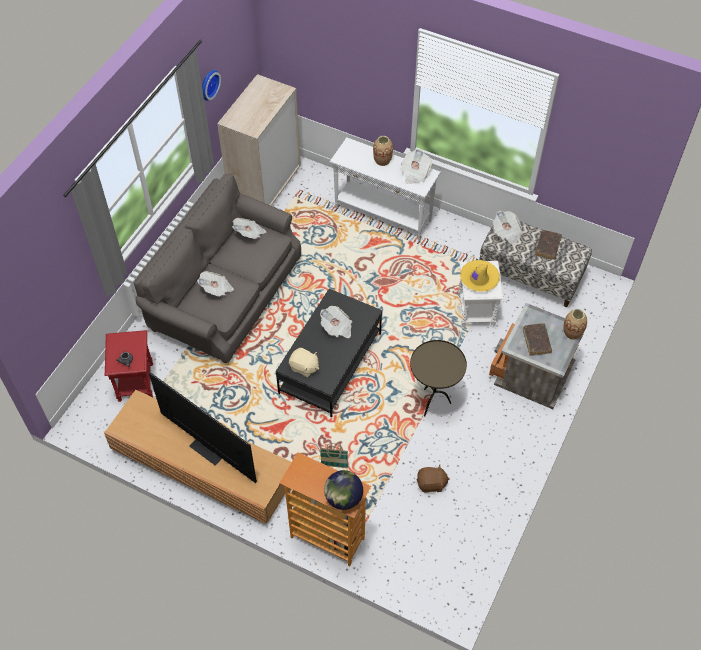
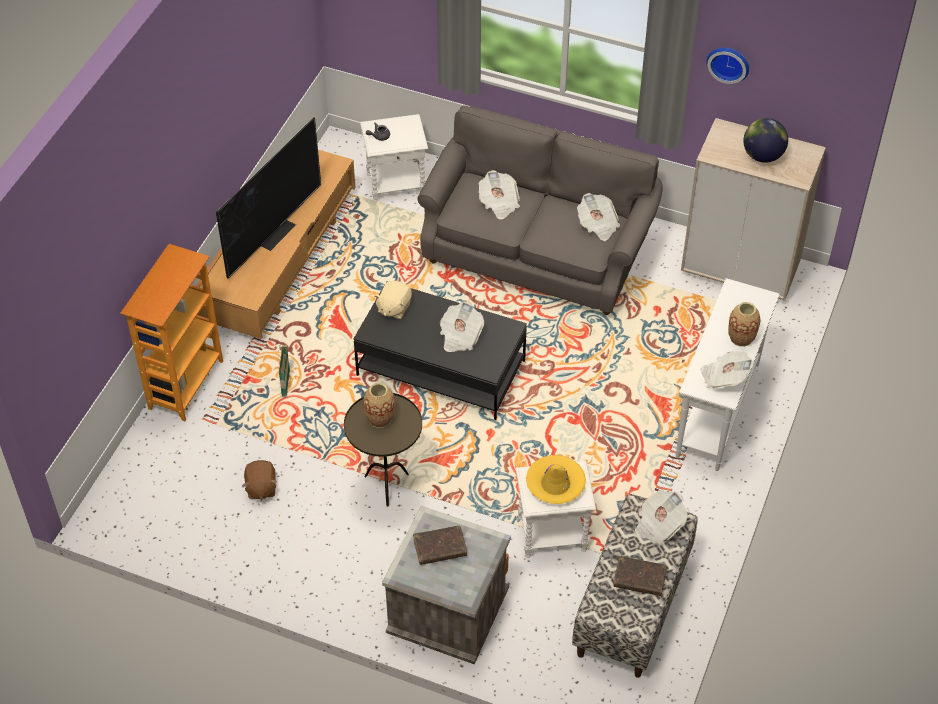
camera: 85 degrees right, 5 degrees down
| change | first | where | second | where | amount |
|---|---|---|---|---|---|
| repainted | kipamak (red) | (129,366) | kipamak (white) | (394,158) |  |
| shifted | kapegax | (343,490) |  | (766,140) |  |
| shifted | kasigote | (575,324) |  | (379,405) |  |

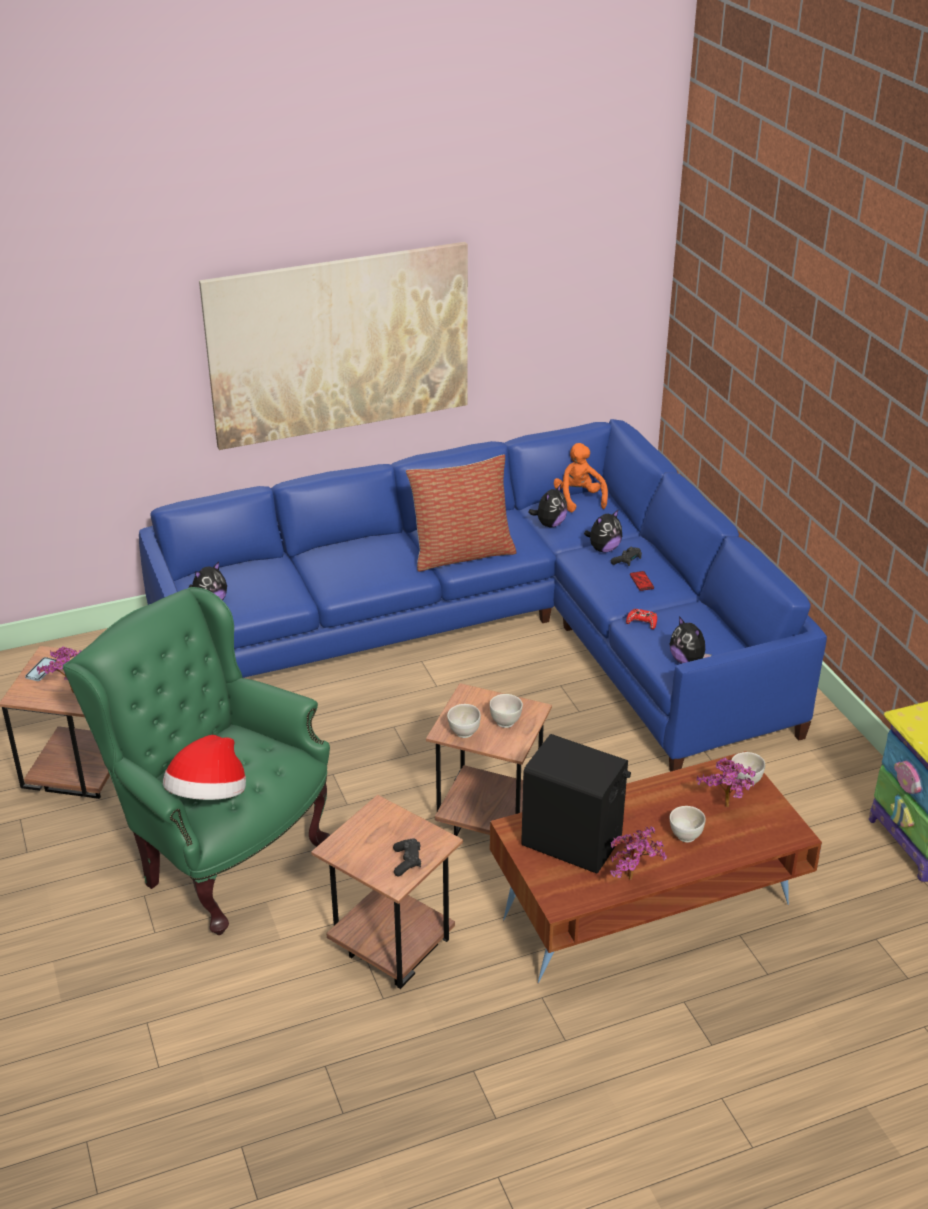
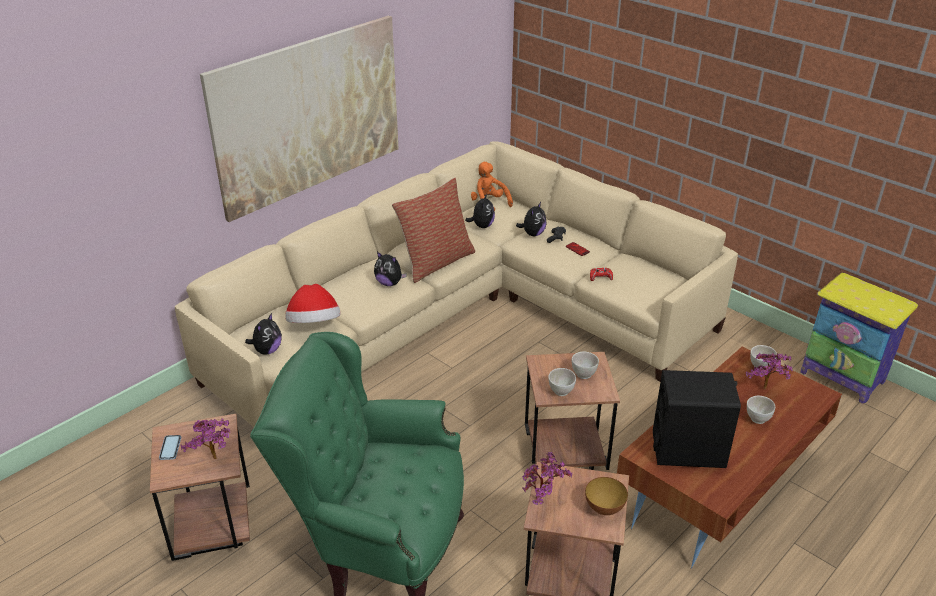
camera: 25 degrees left, 0 degrees up
| change | first | where | second | where | amount |
|---|---|---|---|---|---|
| repainted | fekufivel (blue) | (483,595) | fekufivel (beige) | (456,284) |  |
| shifted | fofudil | (204,767) |  | (313,303) |  |
| swapped | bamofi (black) | (407,857) | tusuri | (606,496) |  |
| shifted | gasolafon | (638,853) |  | (547,478) |  |
| shifted | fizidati | (691,640) |  | (390,269) |  |

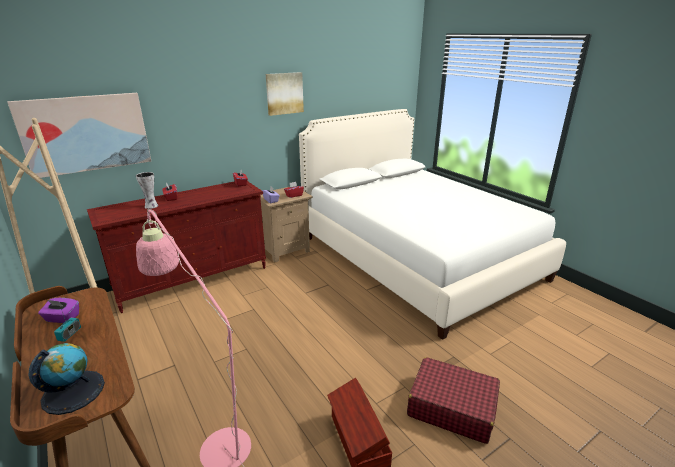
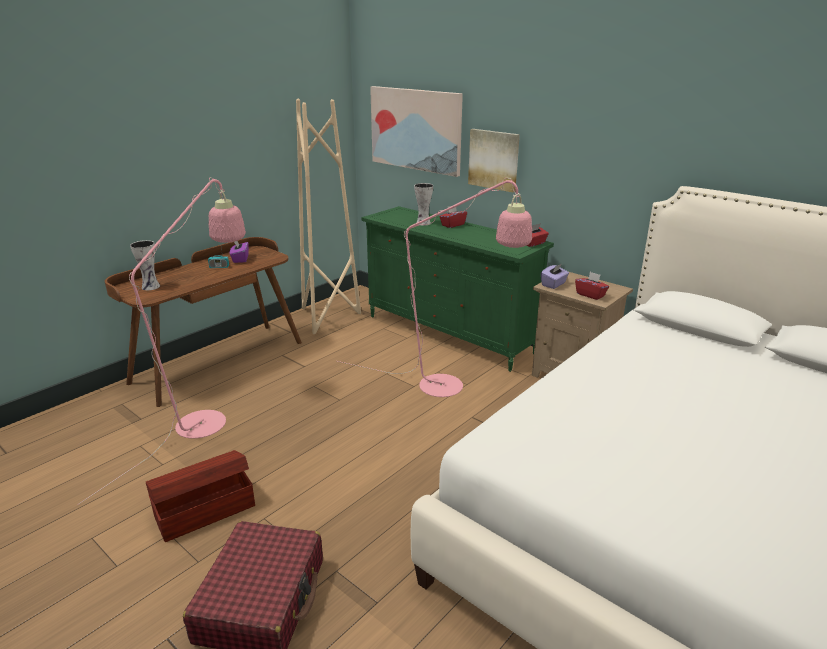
camera: 75 degrees right, 0 degrees up
| change | first | where | second | where | amount |
|---|---|---|---|---|---|
| swapped | kapegax | (67,379) | kasigote | (145,265) |  |
| repainted | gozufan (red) | (176,247) | gozufan (green) | (457,289) |  |
| shifted | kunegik | (285,94) |  | (494,160) |  |
| new |  |  | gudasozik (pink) | (434,287) |  |

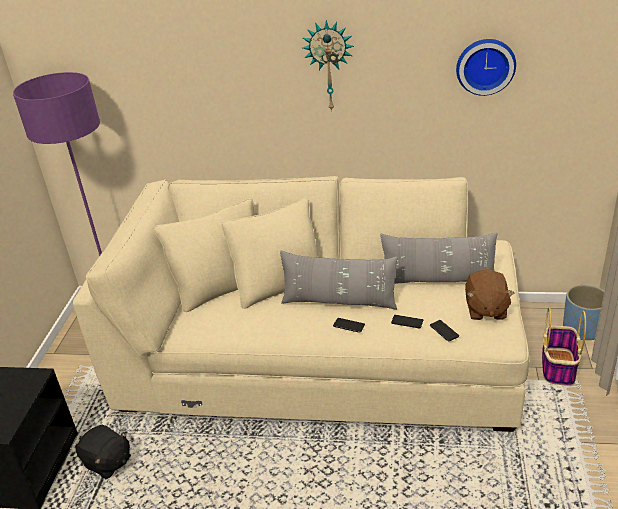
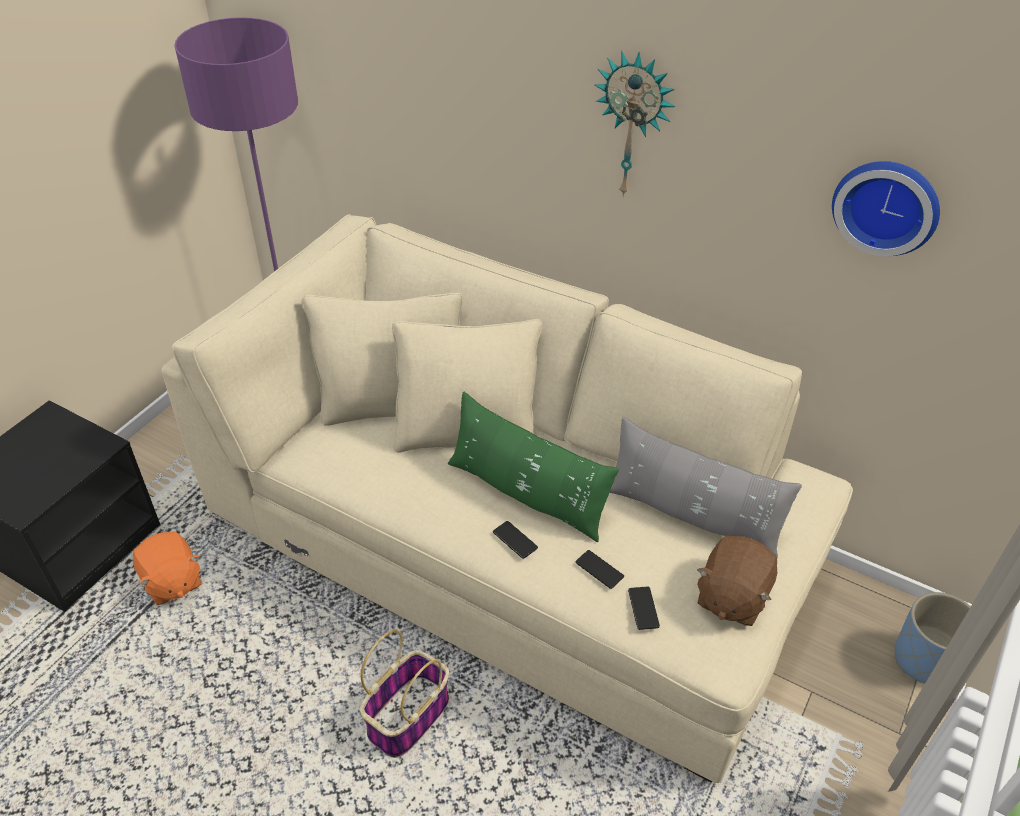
camera: 20 degrees right, 10 degrees up
| change | first | where | second | where | amount |
|---|---|---|---|---|---|
| repainted | fizidati (black) | (103,452) | fizidati (orange) | (167,568) |  |
| repainted | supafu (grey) | (338,280) | supafu (green) | (533,466) |  |
| shifted | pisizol | (564,346) |  | (404,693) |  |

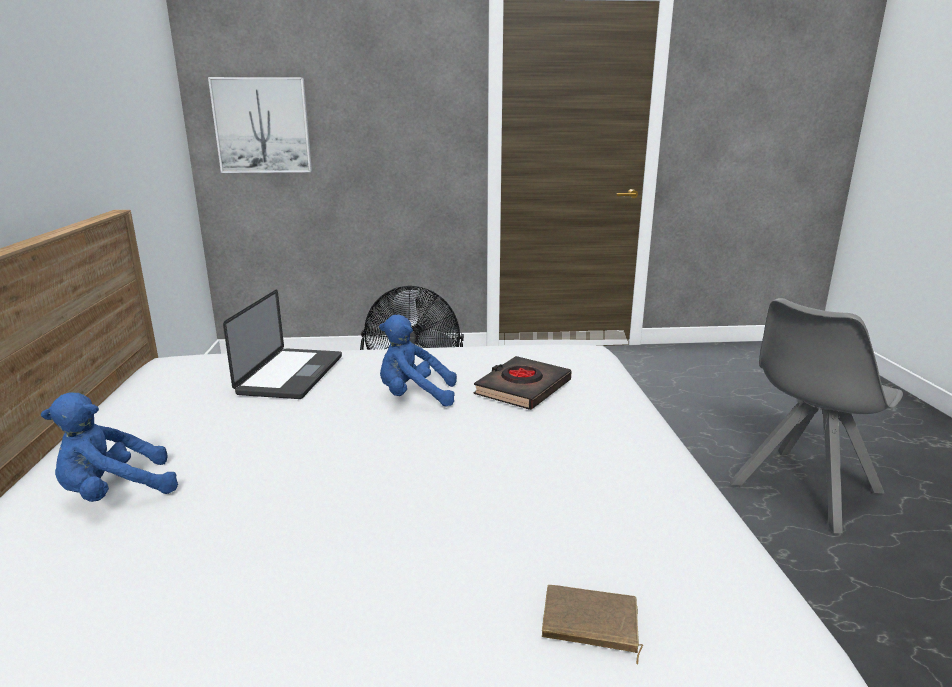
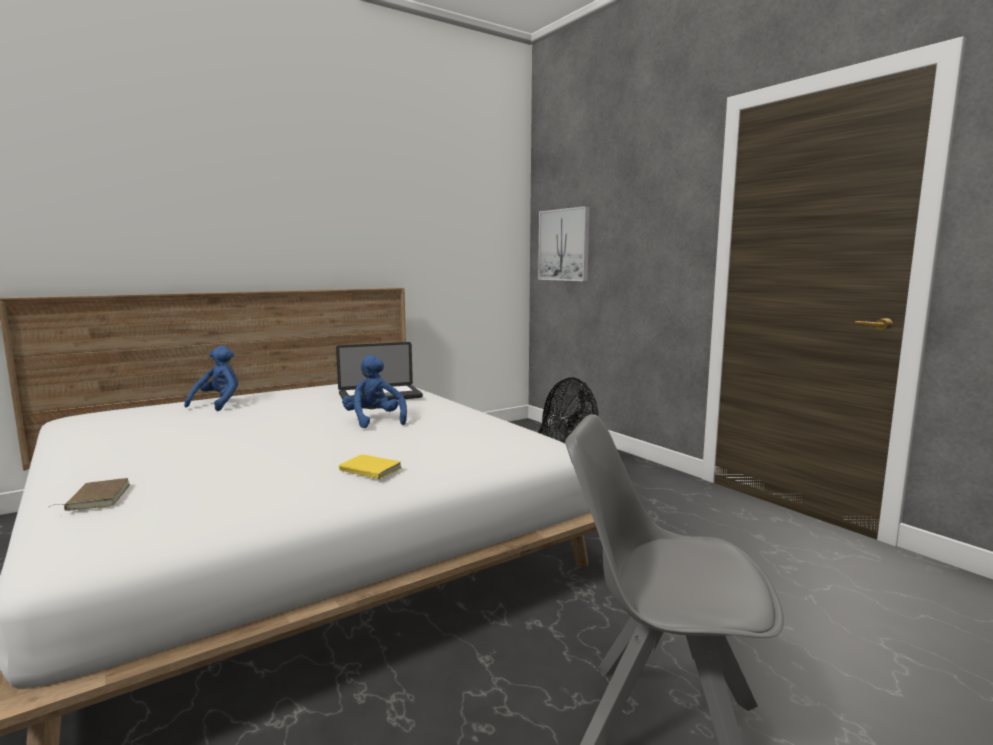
camera: 60 degrees right, 10 degrees down
| change | first | where | second | where | amount |
|---|---|---|---|---|---|
| rotated | fizidati (blue) | (109,447) |  | (211,378) | 75 degrees clockwise |
| gone | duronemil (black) | (522,383) |  |  |  |
| new |  |  | duronemil (yellow) | (370,466) |  |

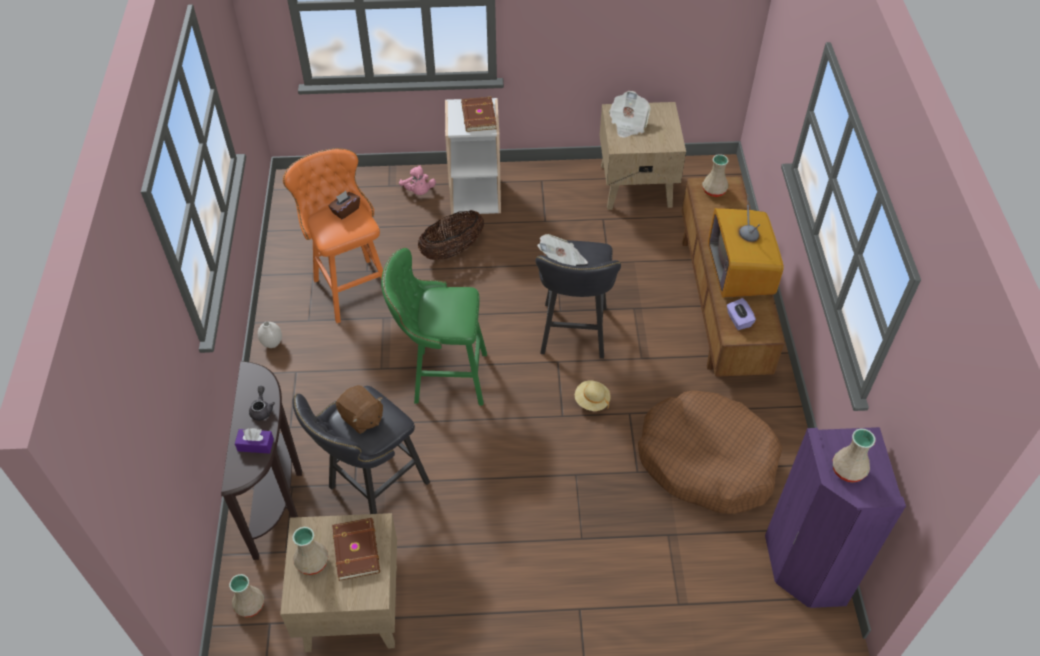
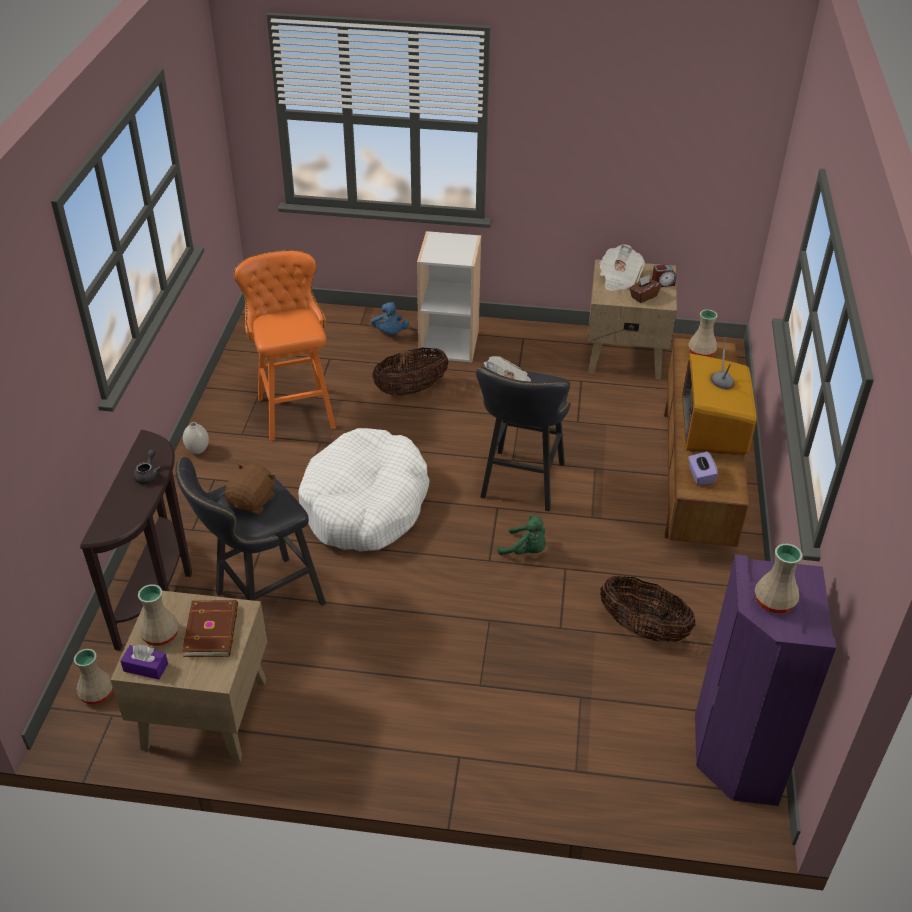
camera: 10 degrees right, 10 degrees down
| change | first | where | second | where | amount |
|---|---|---|---|---|---|
| shifted | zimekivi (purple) | (254,441) |  | (144,662) |  |
| shifted | zimekivi (brown) | (344,205) |  | (645,289) |  |
| rotated | fizidati (brown) | (359,409) |  | (250,488) | 120 degrees counterclockwise |
| swapped | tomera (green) | (434,327) | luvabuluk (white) | (364,490) |  |
| repainted | fizidati (pink) | (417,180) | fizidati (blue) | (390,318) |  |
| gone | duronemil (brown) | (479,114) |  |  |  |
| swapped | fofudil (beige) | (593,396) | fizidati (green) | (522,535) |  |
| swapped | luvabuluk (brown) | (710,452) | pisizol | (648,609) |  |
| new |  |  | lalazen | (664,275) |  |

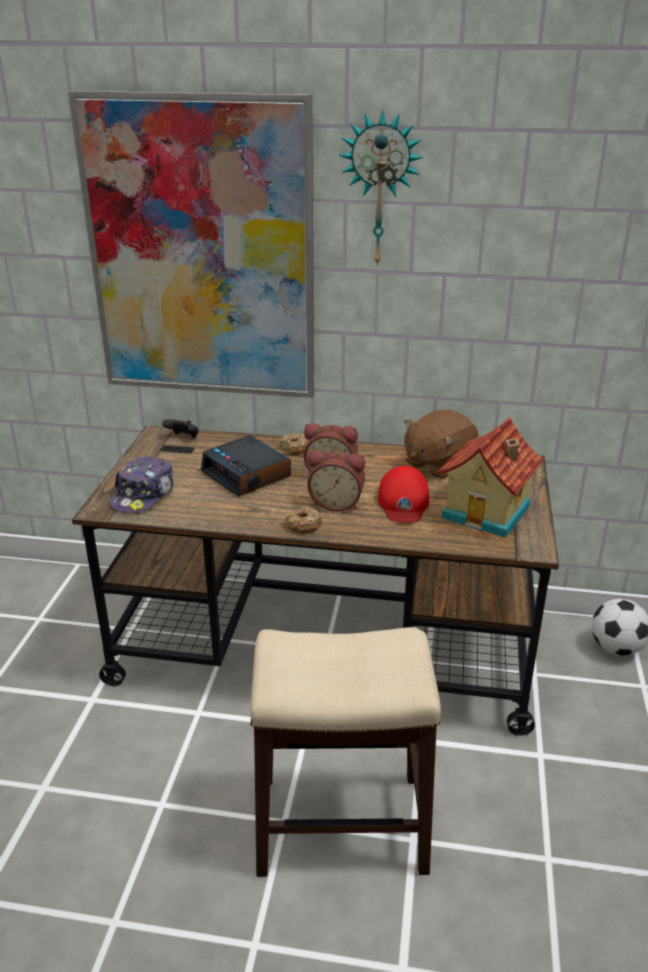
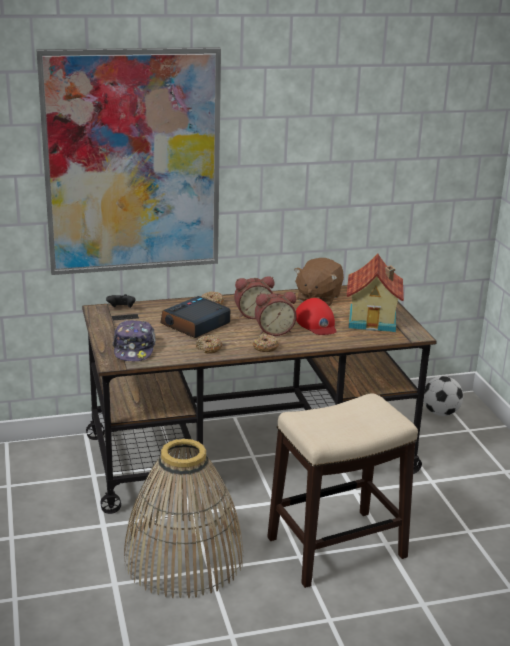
camera: 25 degrees left, 5 degrees down
| change | first | where | second | where | amount |
|---|---|---|---|---|---|
| rotated | lalazen | (246,466) |  | (195,317) | 105 degrees clockwise |
| gone | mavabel | (381,188) |  |  |  |
| new |  |  | pisizol | (183,518) |  |
| new |  |  | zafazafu | (209,344) |  |

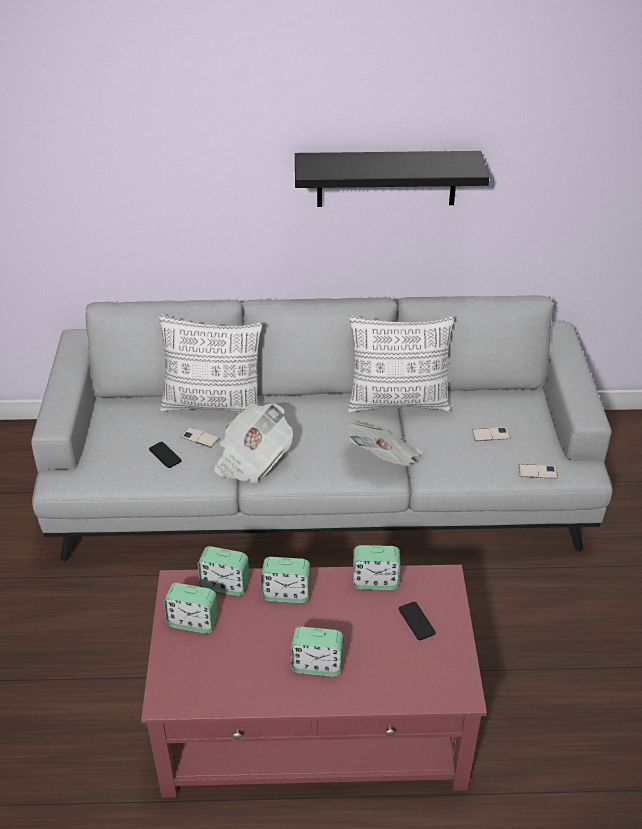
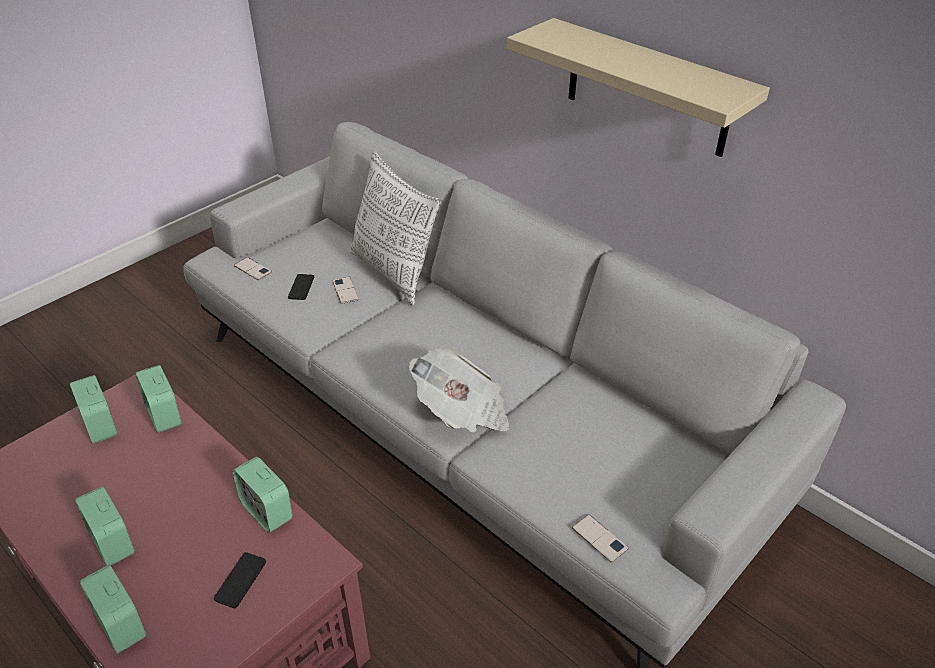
camera: 45 degrees right, 0 degrees up
| change | first | where | second | where | amount |
|---|---|---|---|---|---|
| gone | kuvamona | (253,443) |  |  |  |
| shifted | lalazen | (285,580) |  | (113,609) |  |
| repainted | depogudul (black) | (392,179) | depogudul (beige) | (638,87) |  |
| gone | supafu | (401,364) |  |  |  |
| shifted | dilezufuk | (491,434) |  | (253,268) |  |

